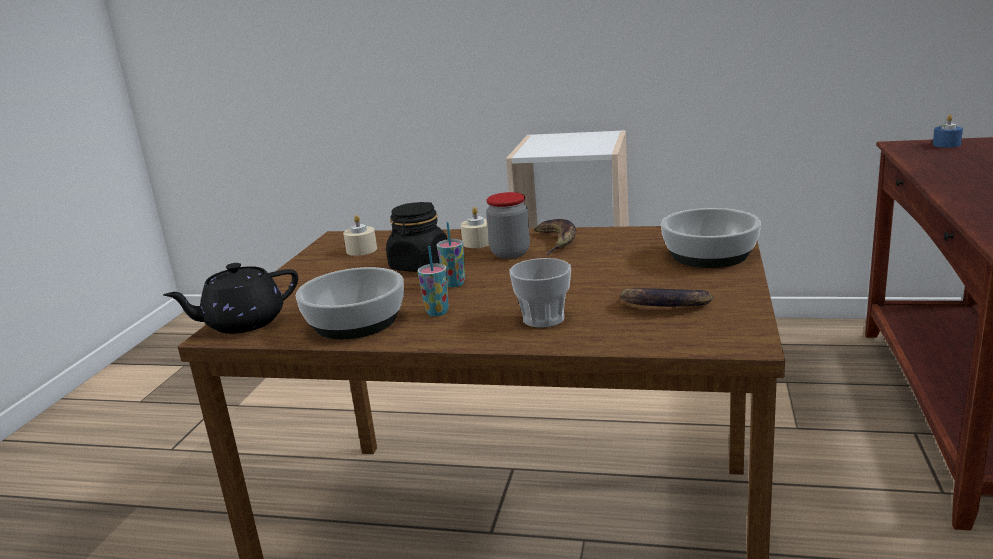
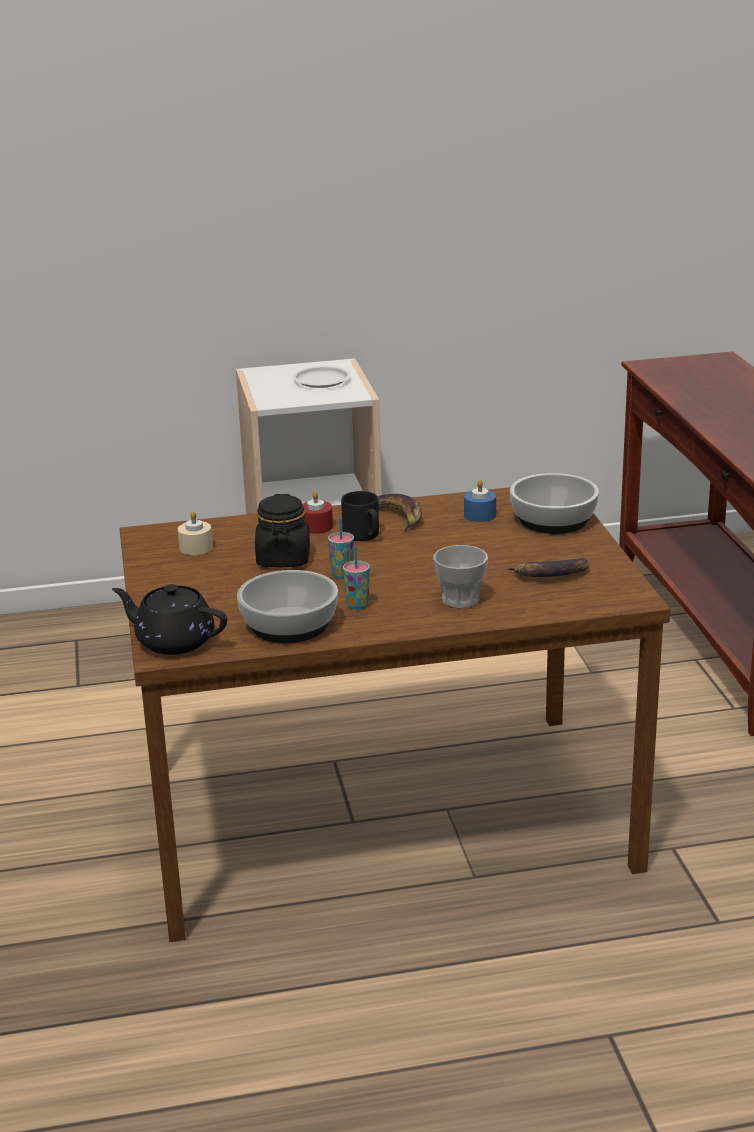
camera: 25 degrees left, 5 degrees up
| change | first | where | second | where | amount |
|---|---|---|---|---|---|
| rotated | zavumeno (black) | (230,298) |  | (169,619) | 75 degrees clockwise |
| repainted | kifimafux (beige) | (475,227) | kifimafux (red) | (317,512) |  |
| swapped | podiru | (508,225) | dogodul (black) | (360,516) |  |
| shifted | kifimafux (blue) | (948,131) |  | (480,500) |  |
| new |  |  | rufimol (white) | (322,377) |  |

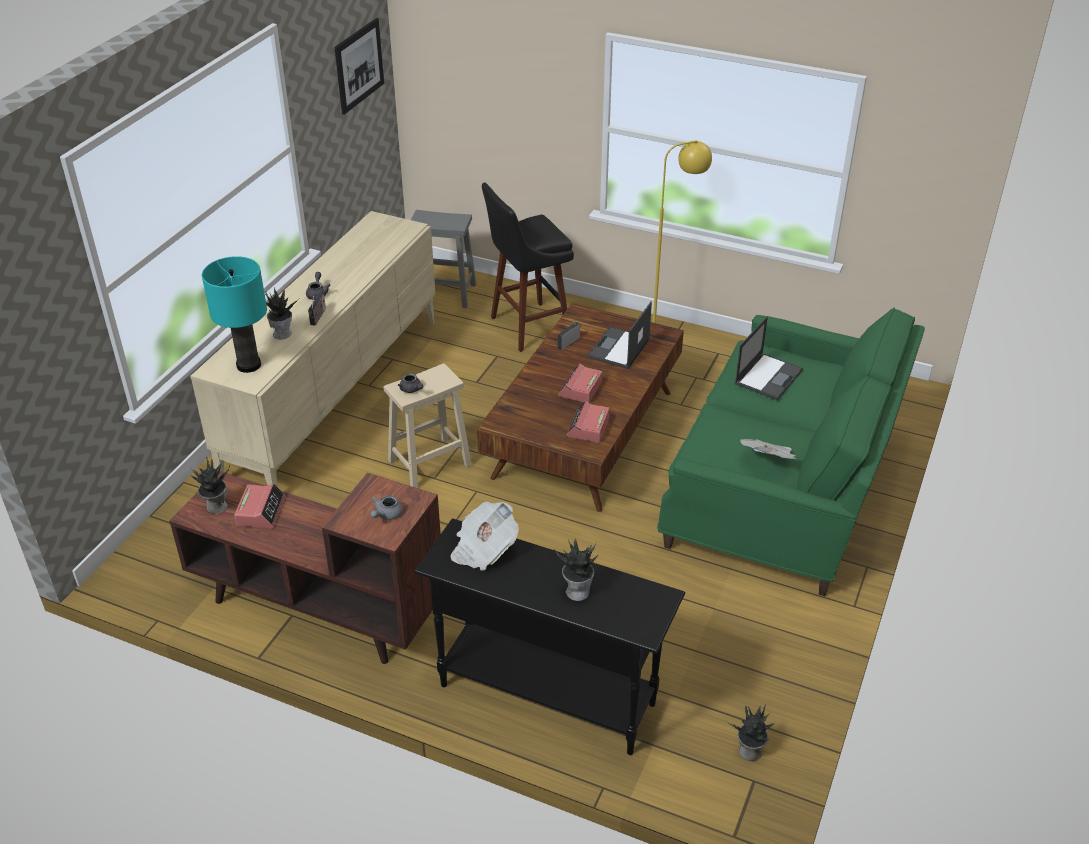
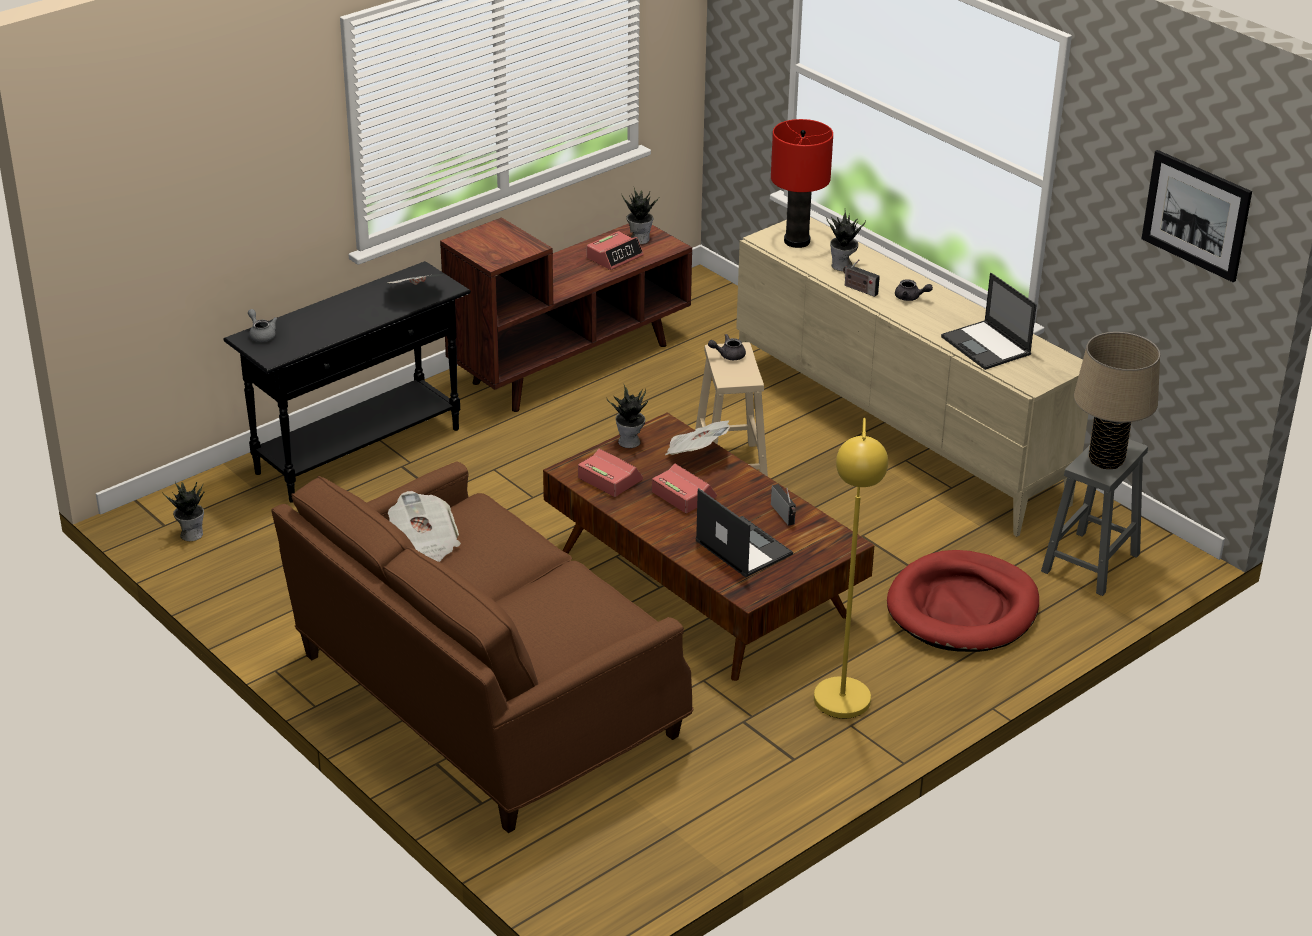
camera: 115 degrees right, 5 degrees down
| change | first | where | second | where | amount |
|---|---|---|---|---|---|
| repainted | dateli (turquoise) | (234,314) | dateli (red) | (802,183) |  |
| rotated | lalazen | (260,506) |  | (615,250) | 75 degrees counterclockwise |
| shifted | zavumeno (grey) | (386,507) |  | (262,325) |  |
| swapped | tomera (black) | (528,267) | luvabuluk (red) | (963,601) |  |
| shifted | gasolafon | (576,570) |  | (627,415) |  |
| repainted | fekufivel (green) | (791,452) | fekufivel (brown) | (482,647) |  |
| shifted | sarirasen | (768,358) |  | (989,321) |  |
| new |  |  | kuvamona | (697,437) |  |
| new |  |  | dateli (beige) | (1117,400) |  |

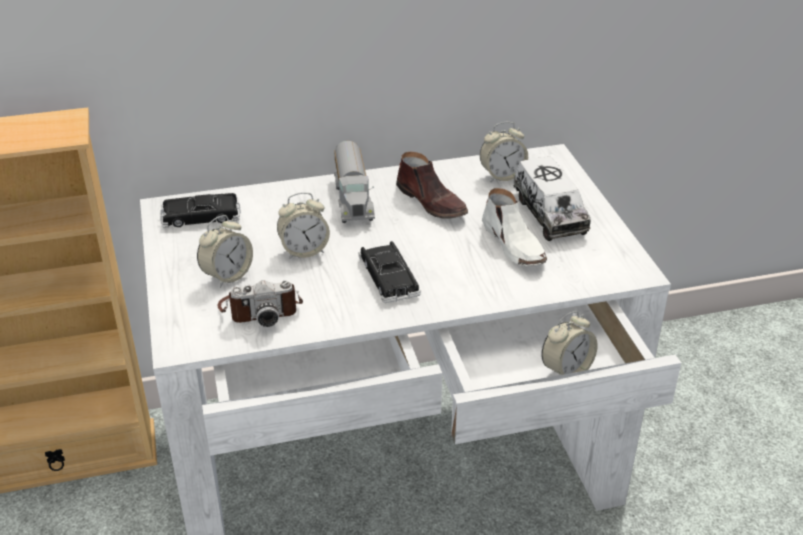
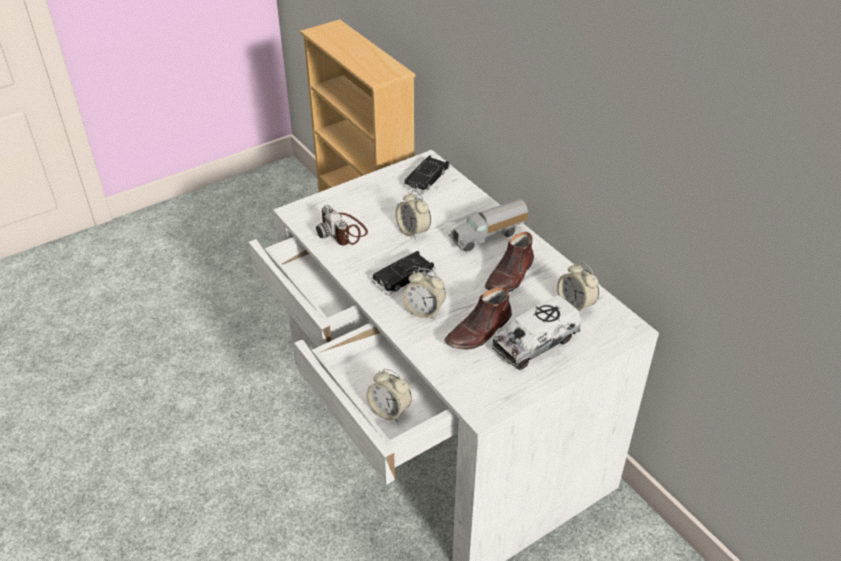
camera: 70 degrees right, 5 degrees up
| change | first | where | second | where | amount |
|---|---|---|---|---|---|
| rotated | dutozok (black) | (201,210) |  | (426,174) | 120 degrees counterclockwise |
| shifted | lalazen | (225,251) |  | (424,293) |  |
| repainted | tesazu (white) | (514,227) | tesazu (brown) | (478,318) |  |

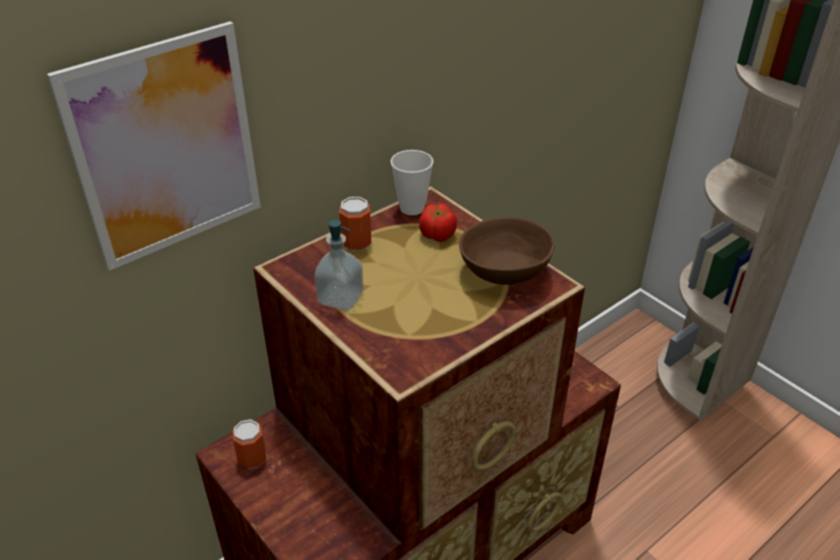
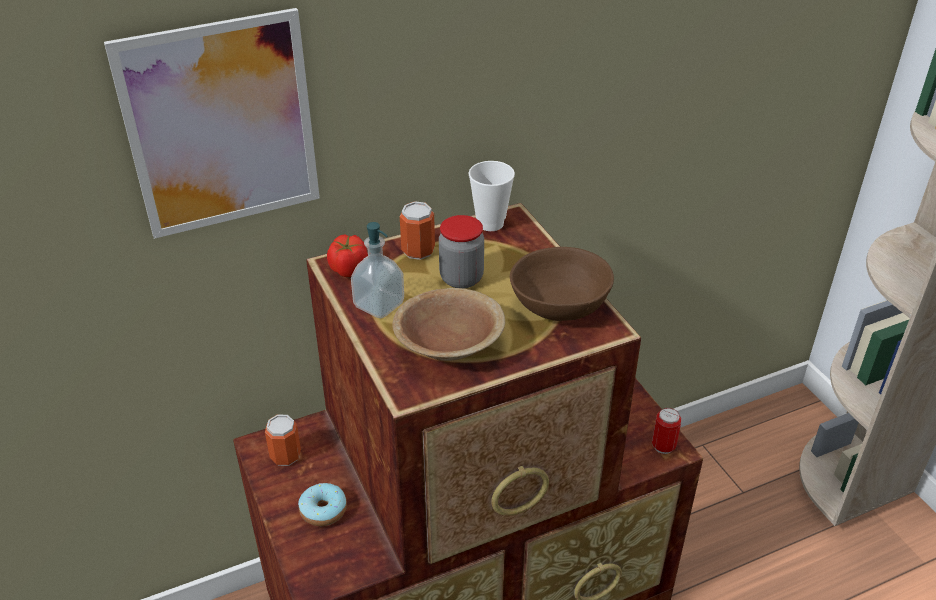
camera: 15 degrees right, 0 degrees up
| change | first | where | second | where | amount |
|---|---|---|---|---|---|
| shifted | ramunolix | (438,222) |  | (347,255) |  |
| new |  |  | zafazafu | (322,504) |  |
| new |  |  | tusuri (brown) | (448,324) |  |
| new |  |  | podiru | (461,251) |  |
| new |  |  | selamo | (666,431) |  |

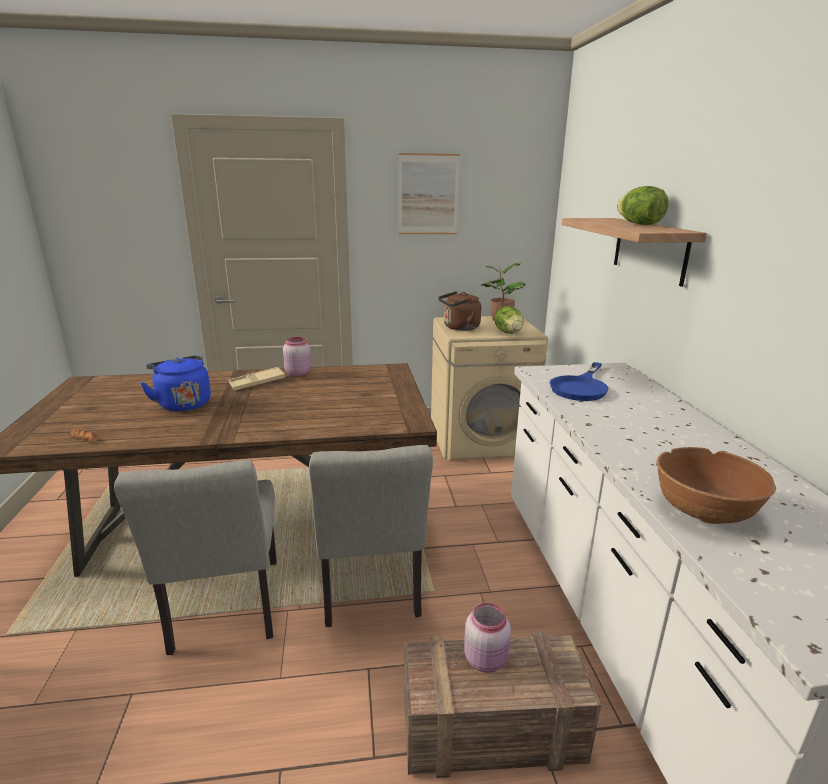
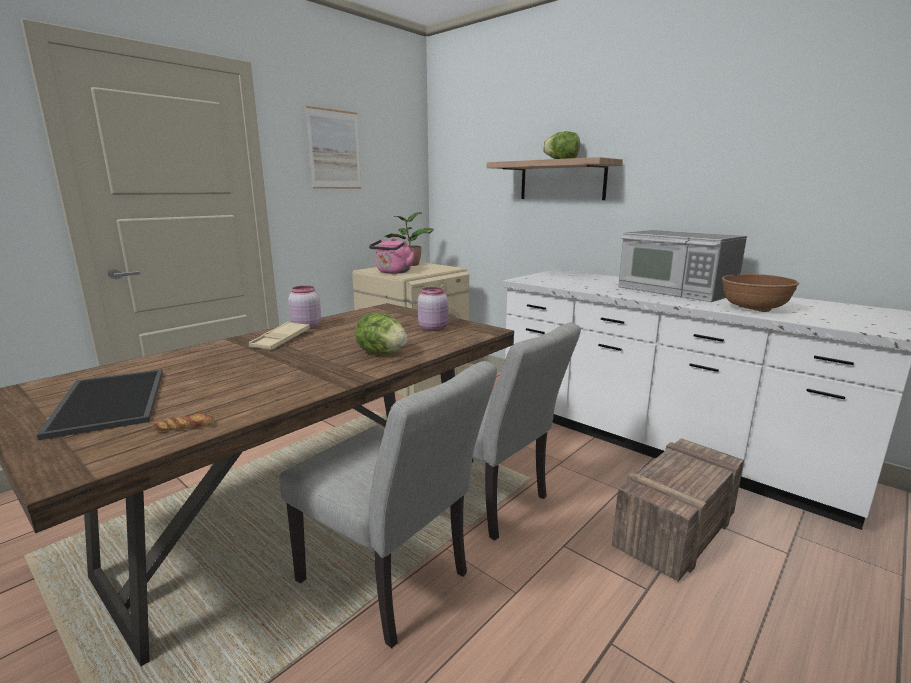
camera: 40 degrees left, 5 degrees down
| change | first | where | second | where | amount |
|---|---|---|---|---|---|
| gone | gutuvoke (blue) | (175,384) |  |  |  |
| repainted | gutuvoke (brown) | (459,311) | gutuvoke (pink) | (392,256) |  |
| shifted | podiru (pink) | (487,638) |  | (433,309) |  |
| shifted | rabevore | (509,320) |  | (381,333) |  |
| gone | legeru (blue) | (579,381) |  |  |  |
| new |  |  | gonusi | (100,404) |  |
| new |  |  | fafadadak | (682,266) |  |

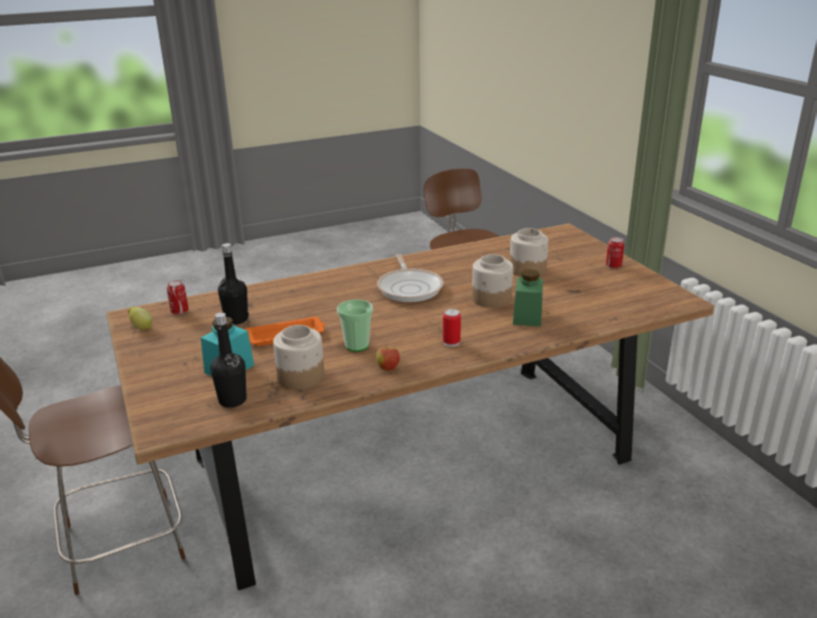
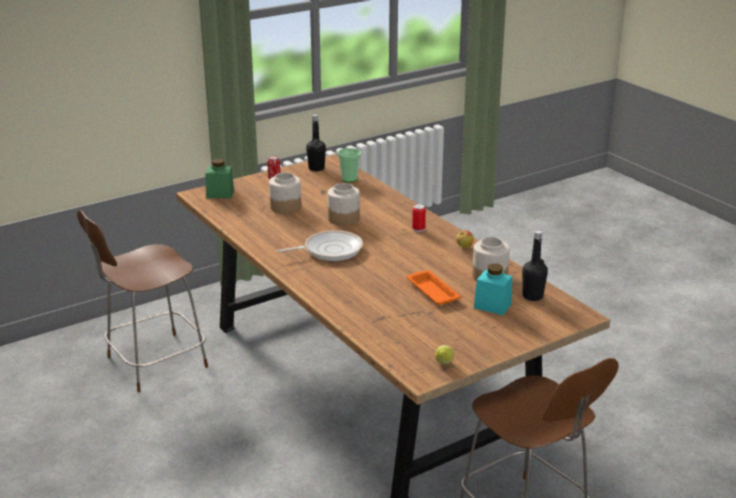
camera: 100 degrees left, 0 degrees up
| change | first | where | second | where | amount |
|---|---|---|---|---|---|
| gone | selamo | (178,297) |  |  |  |
| shifted | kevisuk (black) | (233,284) |  | (316,142) |  |
| shifted | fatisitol | (355,325) |  | (349,165) |  |
| shifted | podiru (green) | (528,298) |  | (219,178) |  |

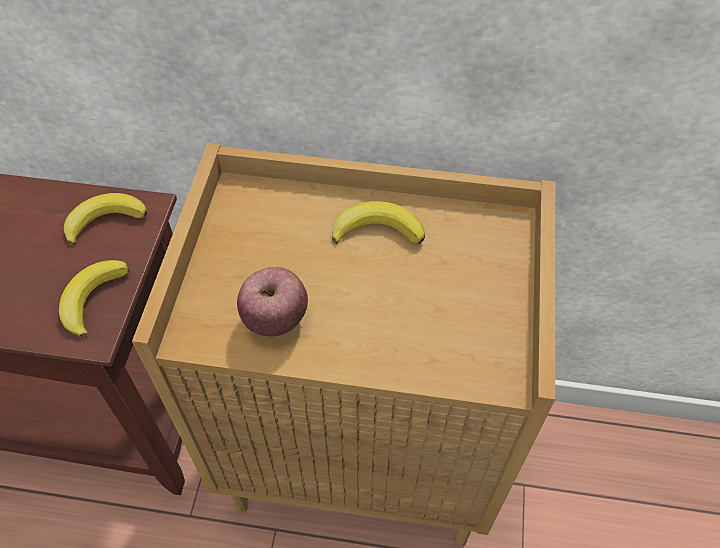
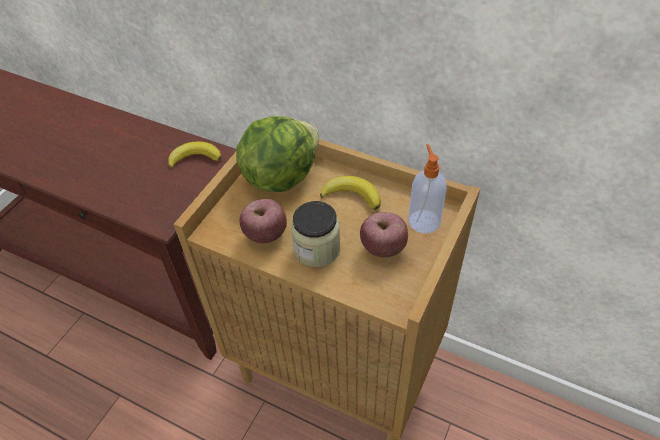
camera: 20 degrees right, 5 degrees down
| change | first | where | second | where | amount |
|---|---|---|---|---|---|
| gone | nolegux | (94,299) |  |  |  |
| new |  |  | rabevore | (277,154) |  |
| new |  |  | podiru | (315,234) |  |
| new |  |  | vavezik | (384,234) |  |
| new |  |  | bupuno | (427,188) |  |

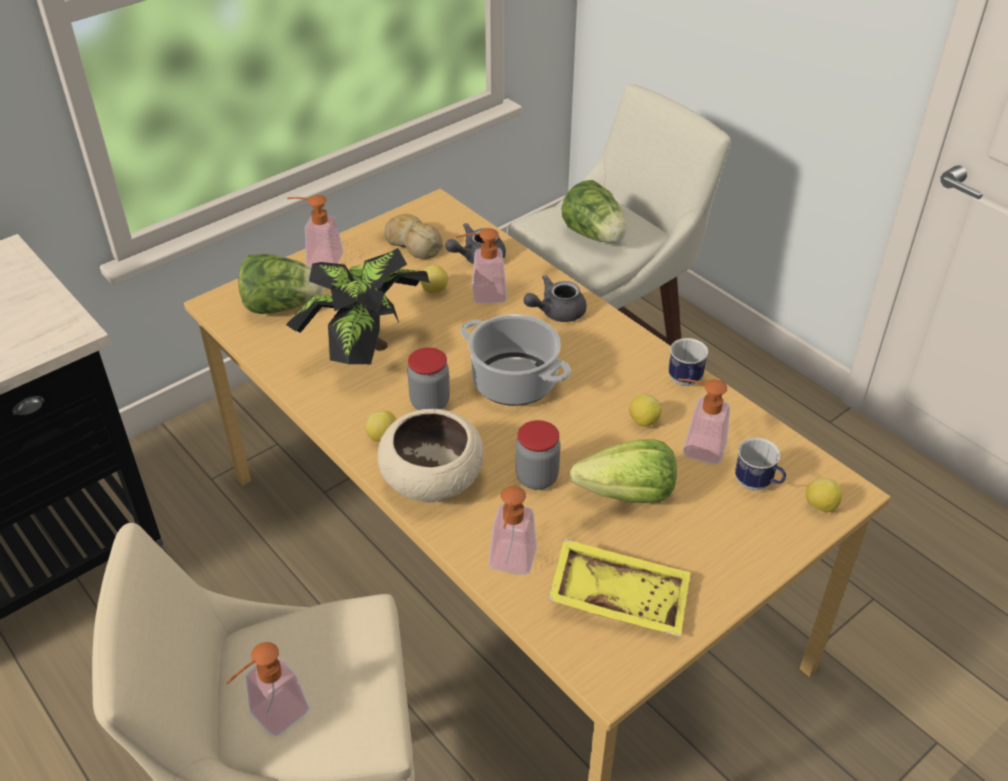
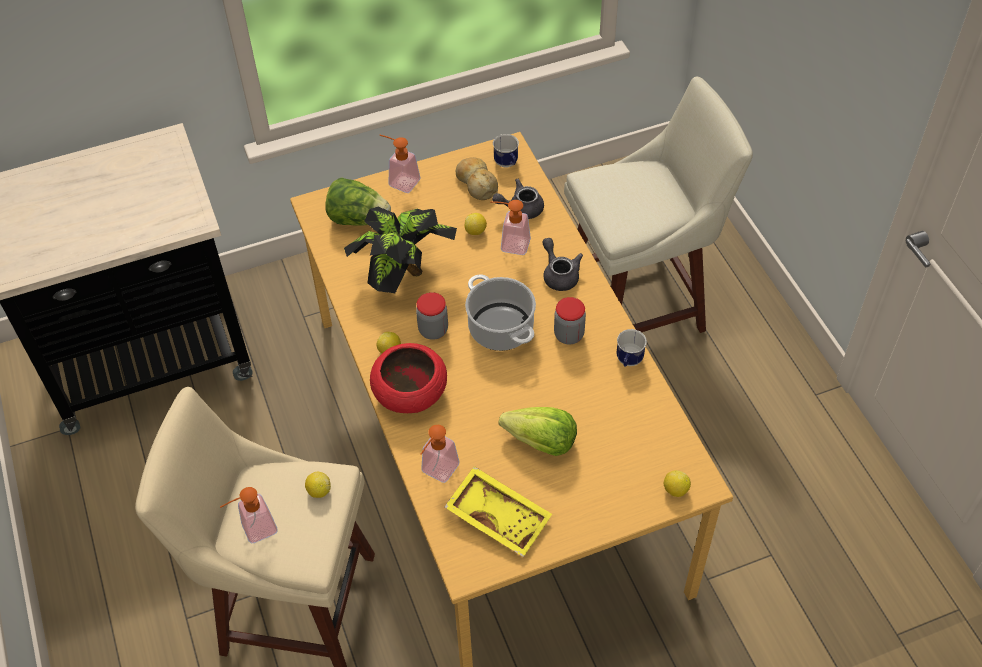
camera: 20 degrees right, 10 degrees up
| change | first | where | second | where | amount |
|---|---|---|---|---|---|
| repainted | tusuri (beige) | (430,456) | tusuri (red) | (408,378) |  |
| shifted | podiru | (538,455) |  | (570,321) |  |
| rotated | zavumeno (grey) | (555,298) |  | (563,264) | 75 degrees clockwise |
| gone | rabevore | (594,211) |  |  |  |
| shifted | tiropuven | (645,410) |  | (318,485) |  |
| gone | bupuno | (704,421) |  |  |  |
| shifted | dogodul | (760,464) |  | (506,150) |  |

